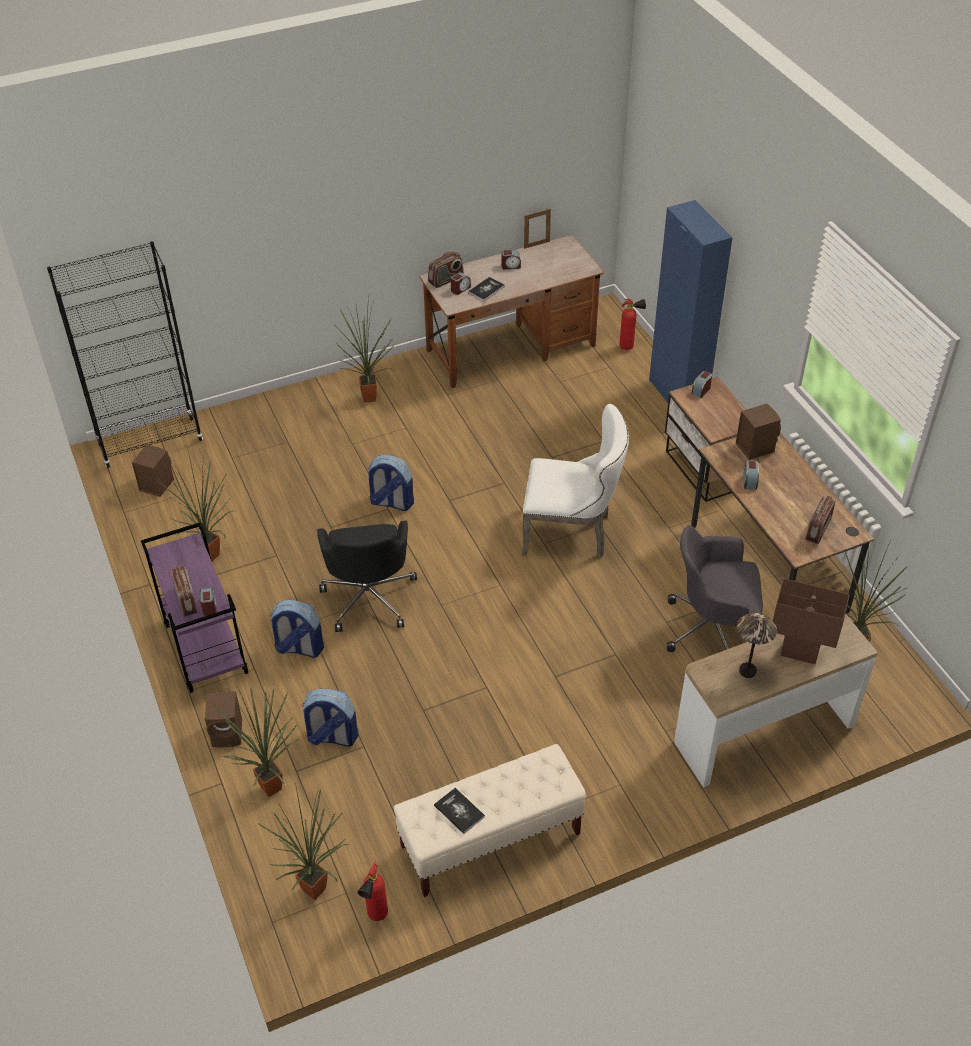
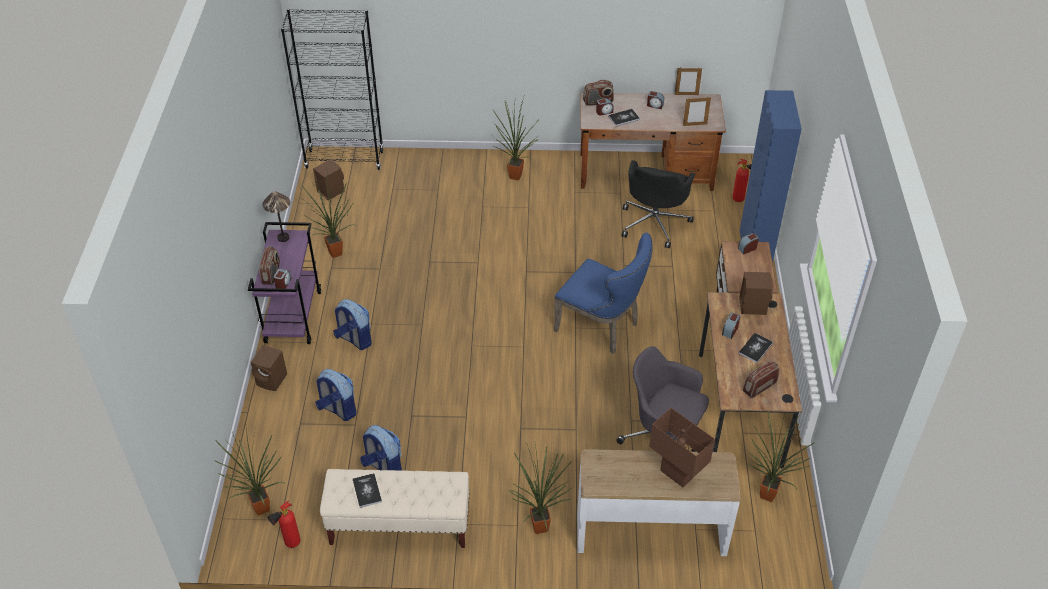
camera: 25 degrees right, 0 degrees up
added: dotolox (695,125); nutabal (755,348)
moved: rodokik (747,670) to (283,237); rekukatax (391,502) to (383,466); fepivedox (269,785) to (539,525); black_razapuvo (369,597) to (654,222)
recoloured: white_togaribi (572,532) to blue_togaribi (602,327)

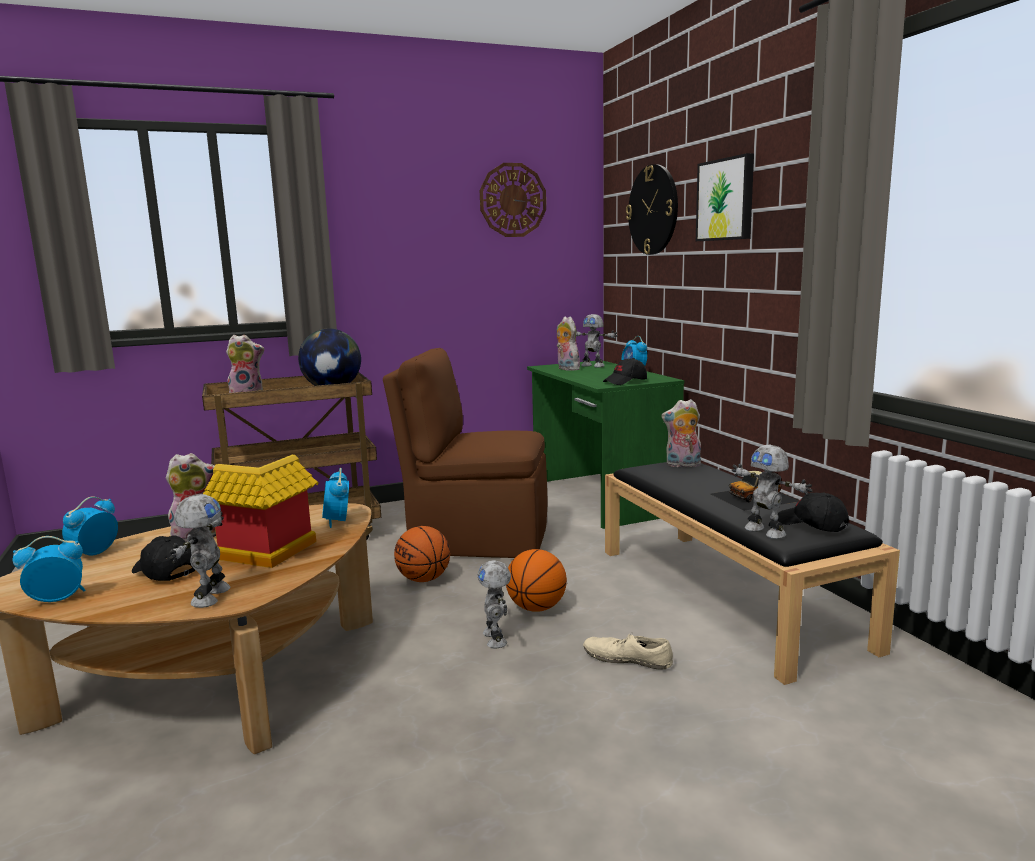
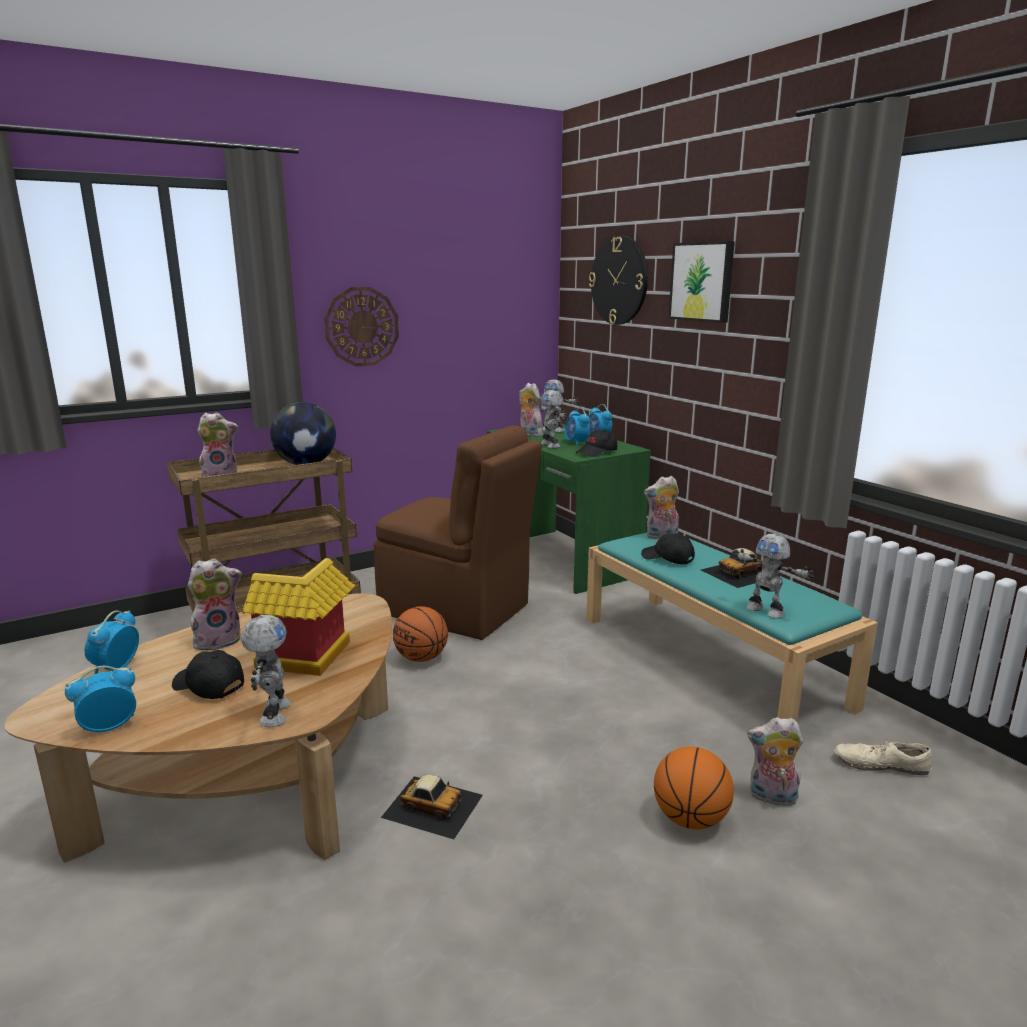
camera: 10 degrees left, 5 degrees up
added: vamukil (432,805); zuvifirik (771,798)
moved: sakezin (512,200) to (362,326); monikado (496,638) to (551,445); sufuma (337,521) to (576,443); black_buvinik (811,525) to (667,559); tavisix (536,608) to (690,819); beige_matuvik (627,659) to (880,764)
recoloured: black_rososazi (727,596) to turquoise_rososazi (711,660)
turned: brown_togaribi (476,539) = (457,610) 150 degrees counterclockwise

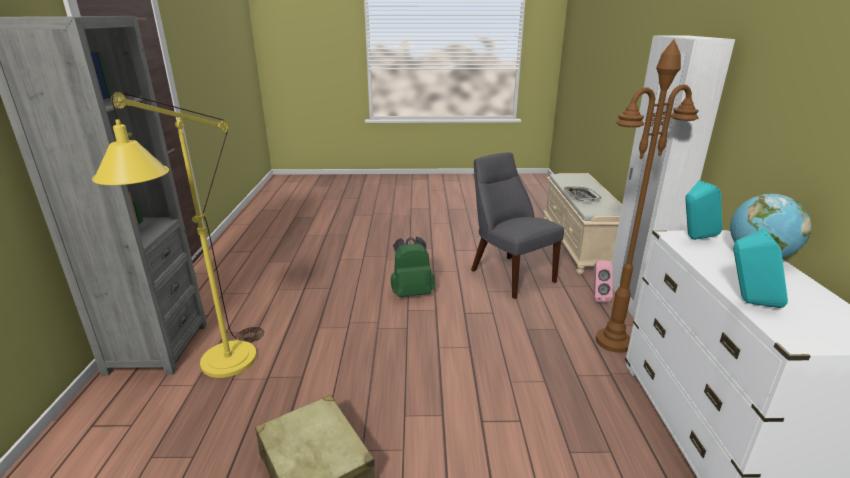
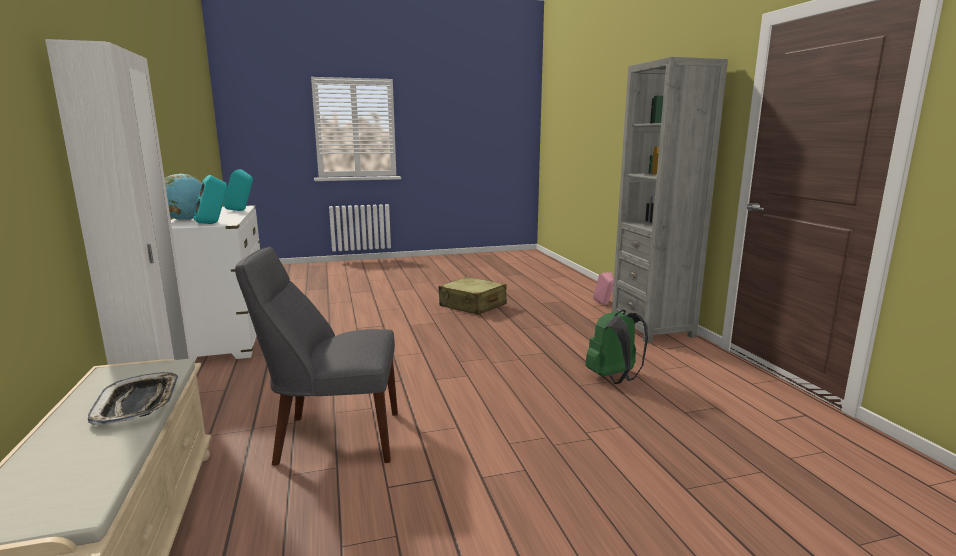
camera: 165 degrees right, 10 degrees down
removed: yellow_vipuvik (220,370); brown_vipuvik (613,342)
moved: green_rekukatax (411,292) to (614,378); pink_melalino (597,297) to (604,305)
turned: grey_togaribi (509,274) = (332,438) 135 degrees clockwise

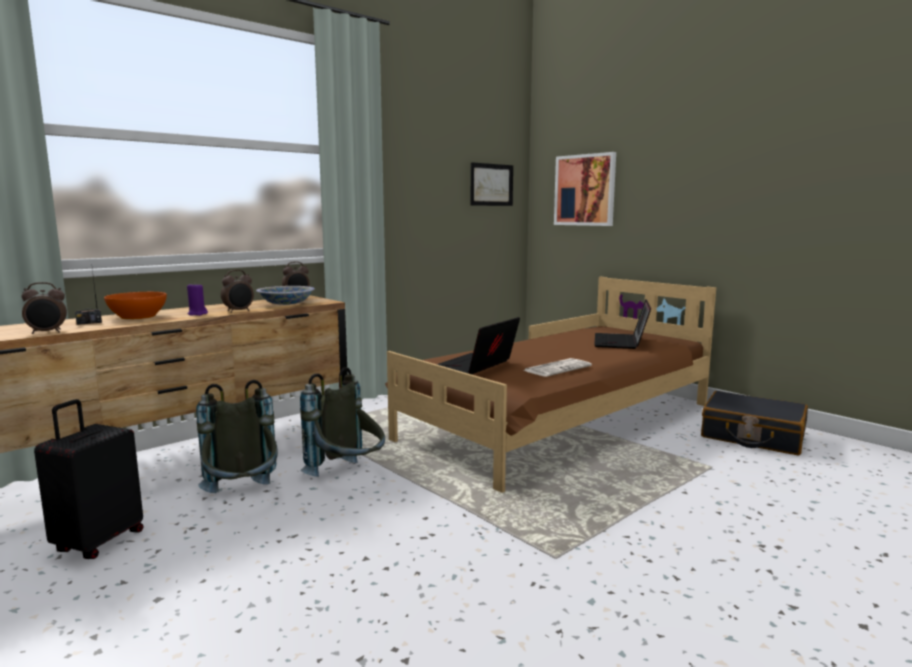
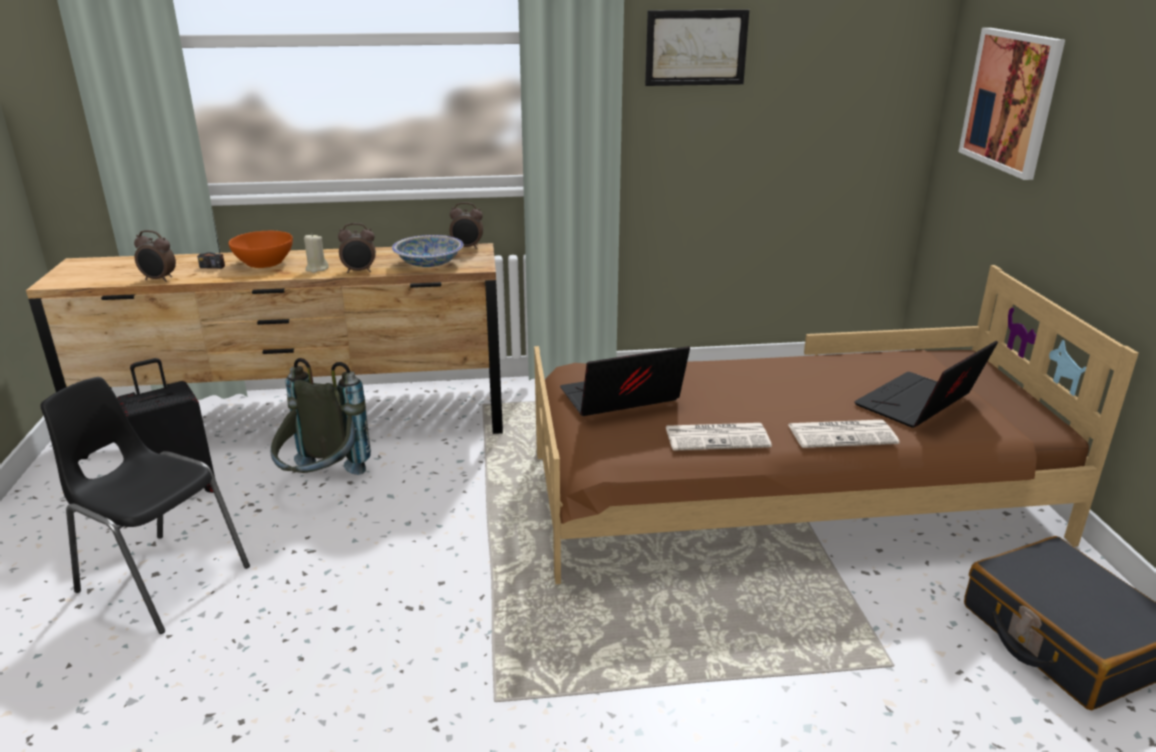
camera: 35 degrees right, 15 degrees up
removed: grey_rekukatax (348,476)
added: black_togaribi (162,579); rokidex (843,434)
moved: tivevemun (491,185) to (696,47)
recoloured: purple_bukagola (197,314) to beige_bukagola (317,269)

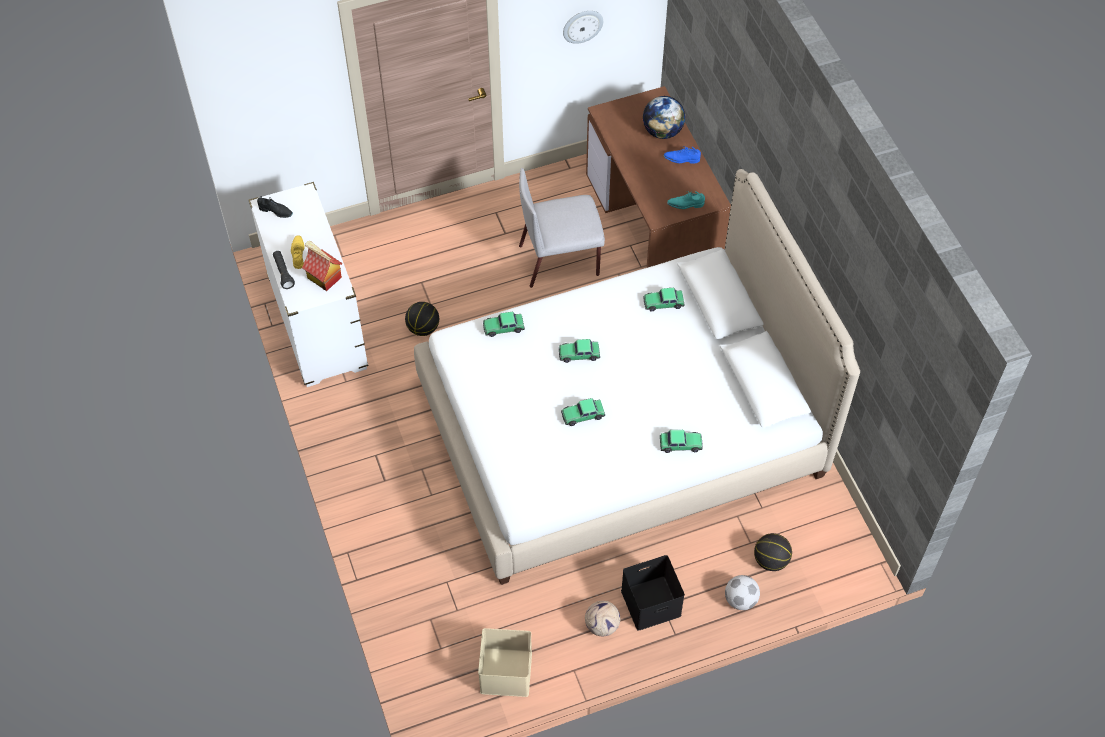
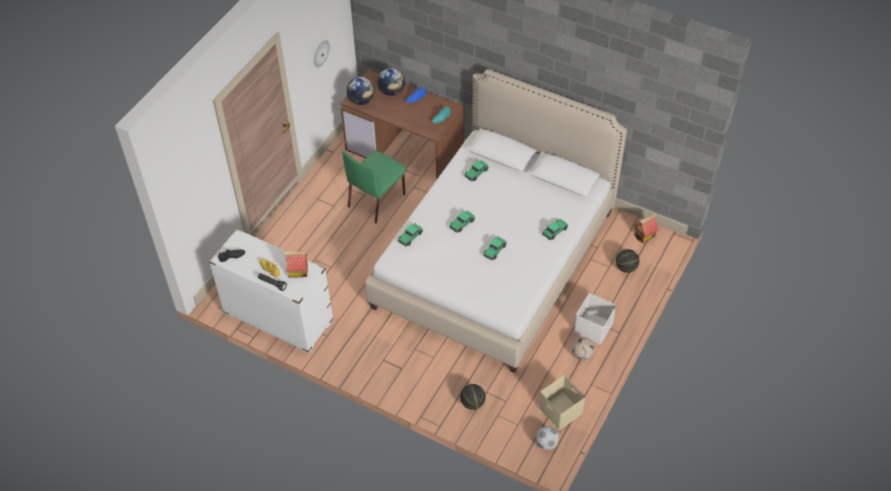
camera: 40 degrees left, 5 degrees down
added: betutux (361,101); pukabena (644,235)
moved: tavisix (423,328) to (472,403); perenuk (740,600) to (546,443)
recoloured: grey_togaribi (560,260) to green_togaribi (377,200); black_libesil (650,604) to white_libesil (593,328)

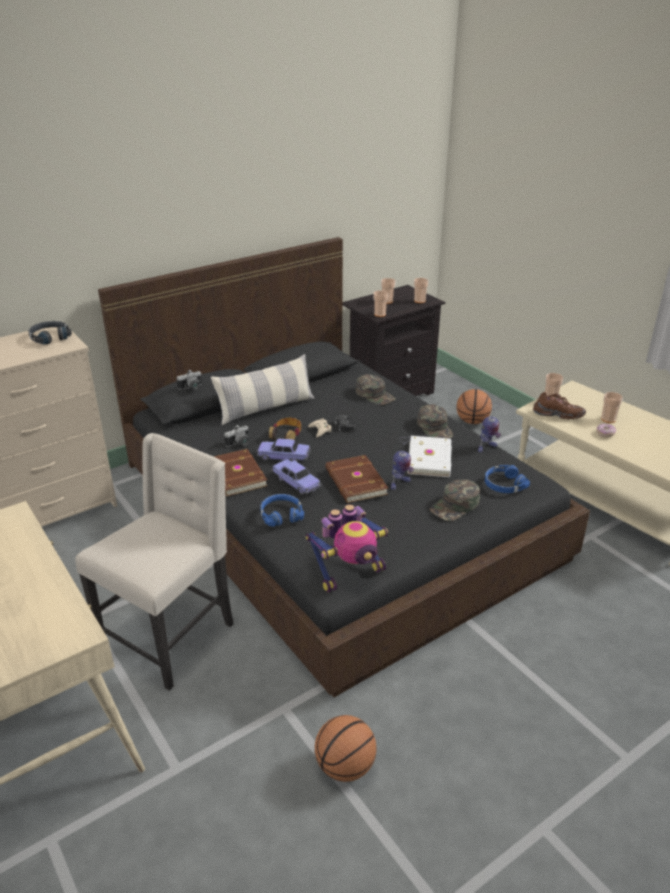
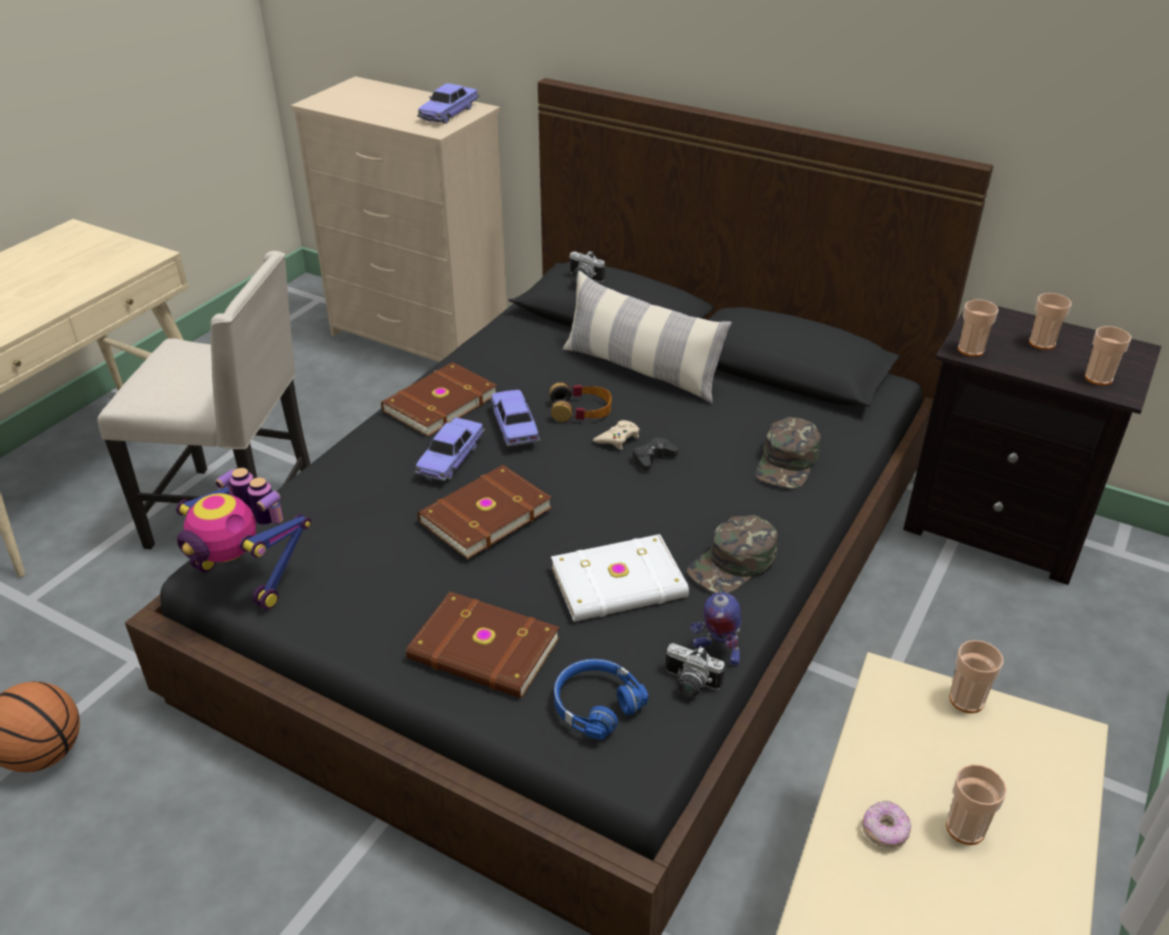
camera: 65 degrees right, 5 degrees up
removed: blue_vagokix (281,514); monikado (399,484); tavisix (472,421); brown_matuvik (557,415)
moved: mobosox (240,444) to (689,685)
replaced: green_buvinik (455,506) to brown_nutabal (483,651); black_vagokix (50,337) to vamukil (449,113)

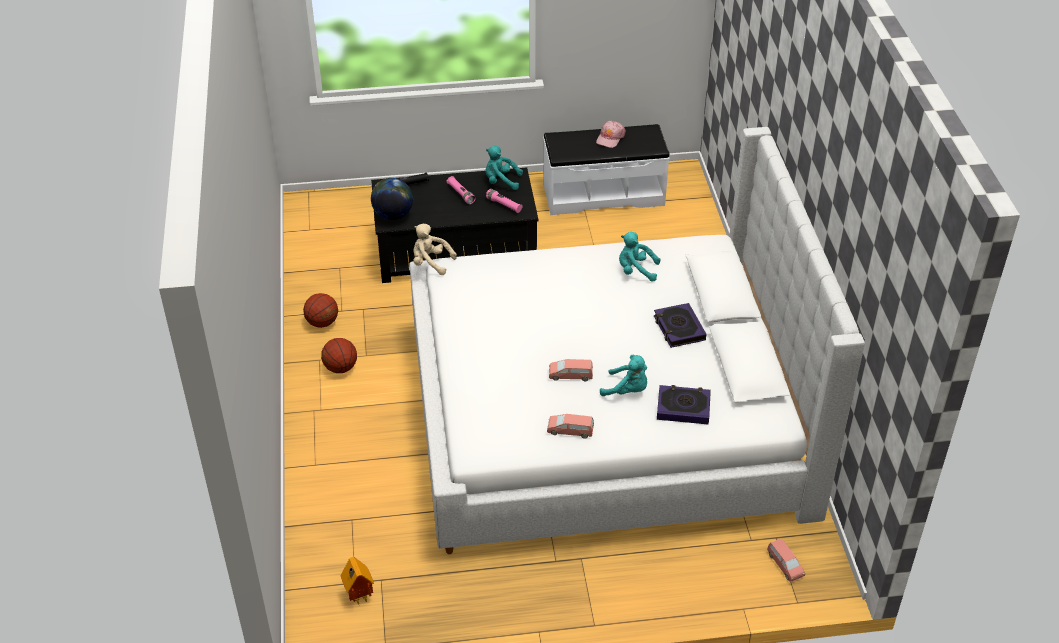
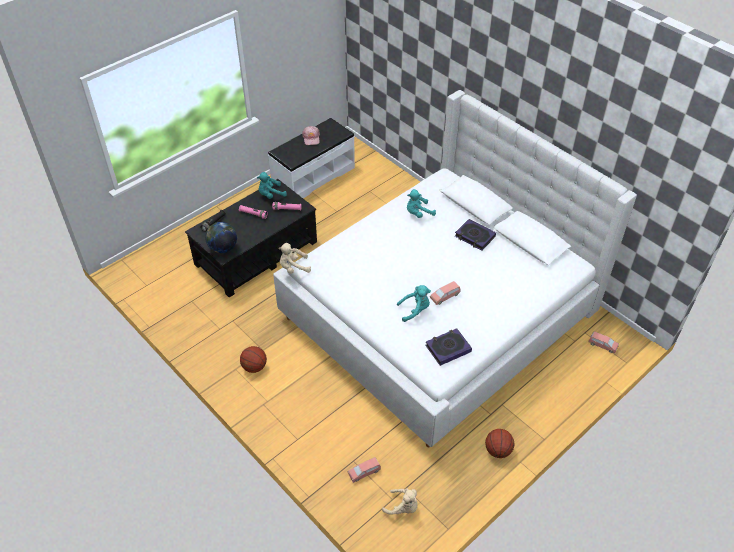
camera: 35 degrees left, 5 degrees up
moved: pink_vamukil (570,430) to (364,472); turquoise_zuvifirik (627,390) to (415,310); nutabal (683,407) to (448,348); tavisix (322,323) to (498,450)
replaced: pukabena (358,597) to beige_zuvifirik (403,507)

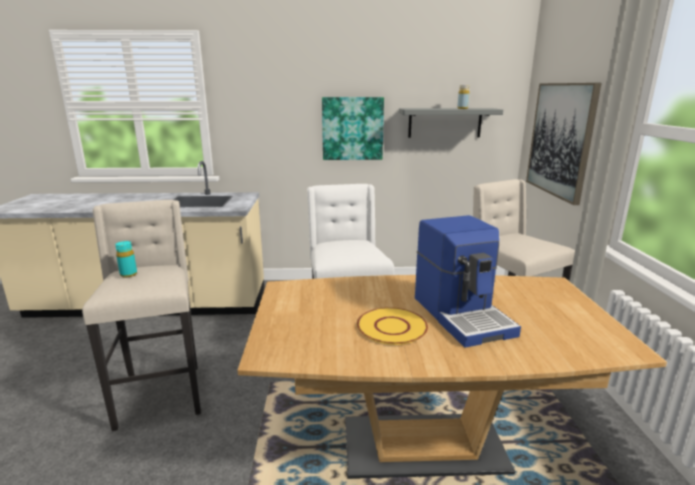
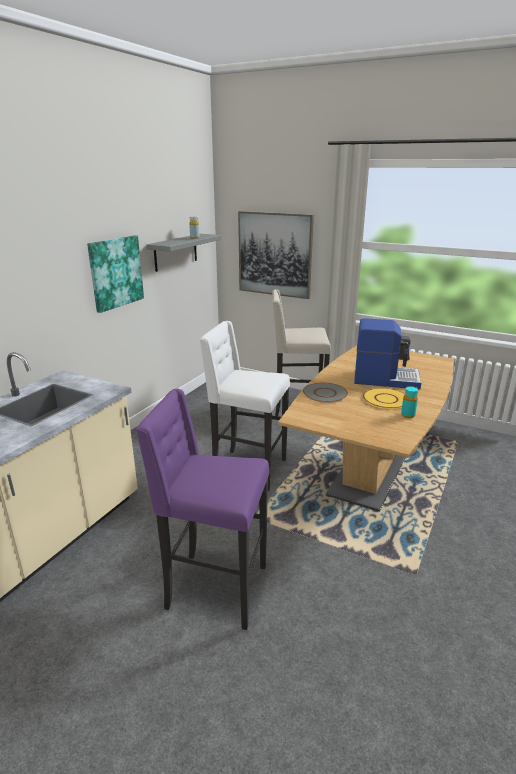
camera: 60 degrees left, 5 degrees up
added: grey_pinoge (325,393)
moved: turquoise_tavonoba (128,274) to (408,415)
recoloured: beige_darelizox (161,394) to purple_darelizox (214,588)

